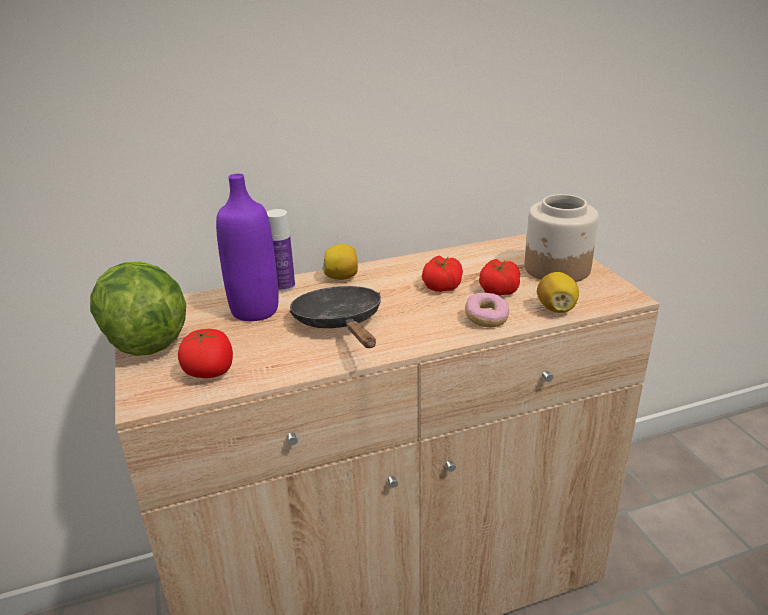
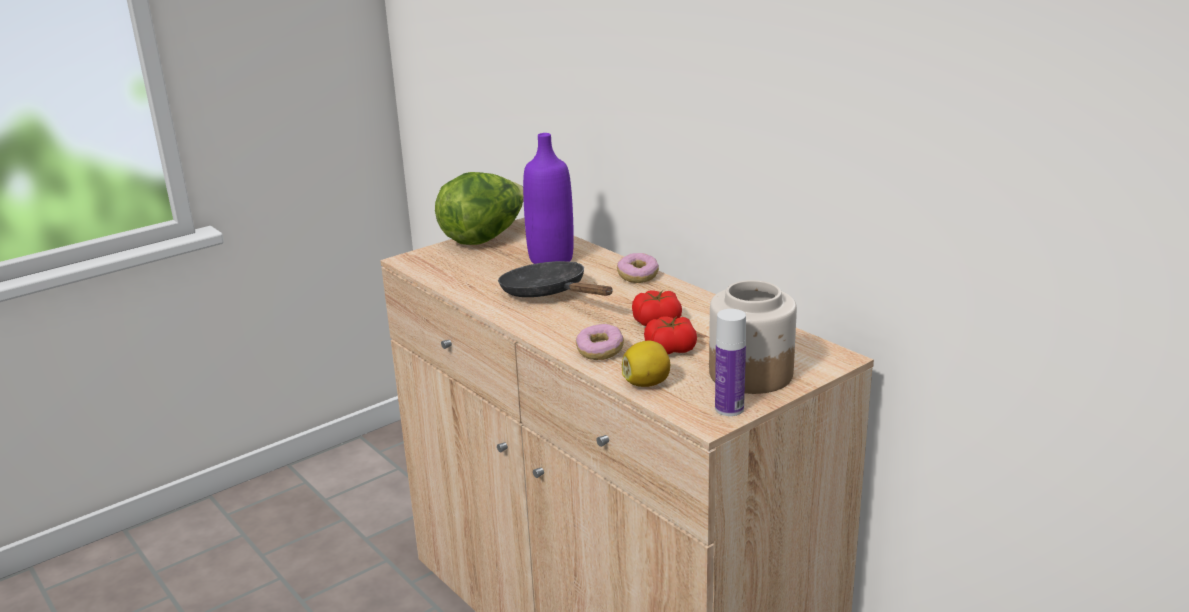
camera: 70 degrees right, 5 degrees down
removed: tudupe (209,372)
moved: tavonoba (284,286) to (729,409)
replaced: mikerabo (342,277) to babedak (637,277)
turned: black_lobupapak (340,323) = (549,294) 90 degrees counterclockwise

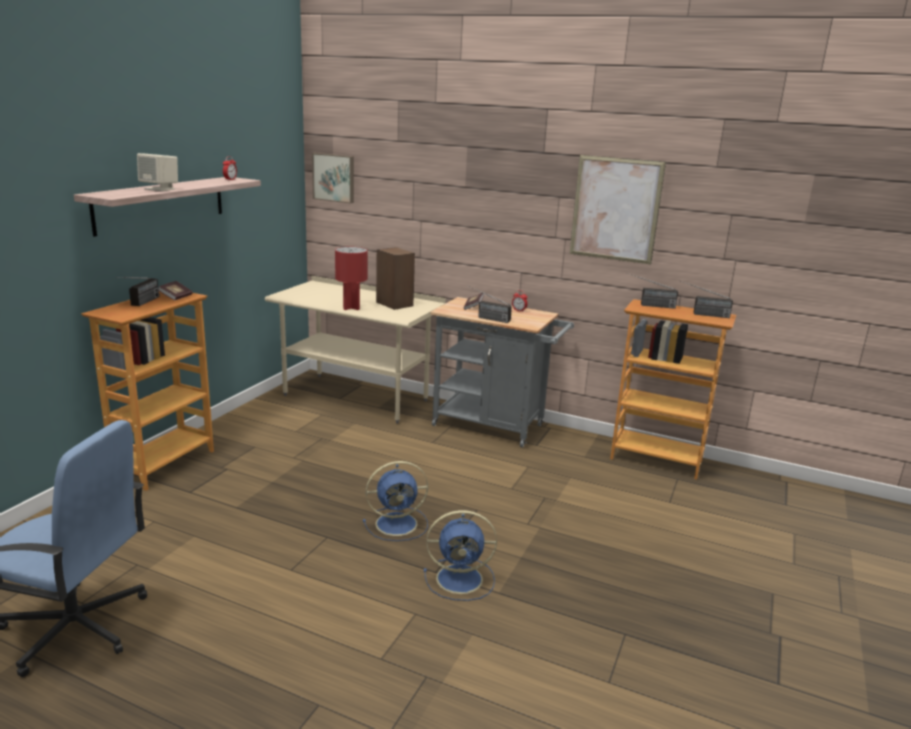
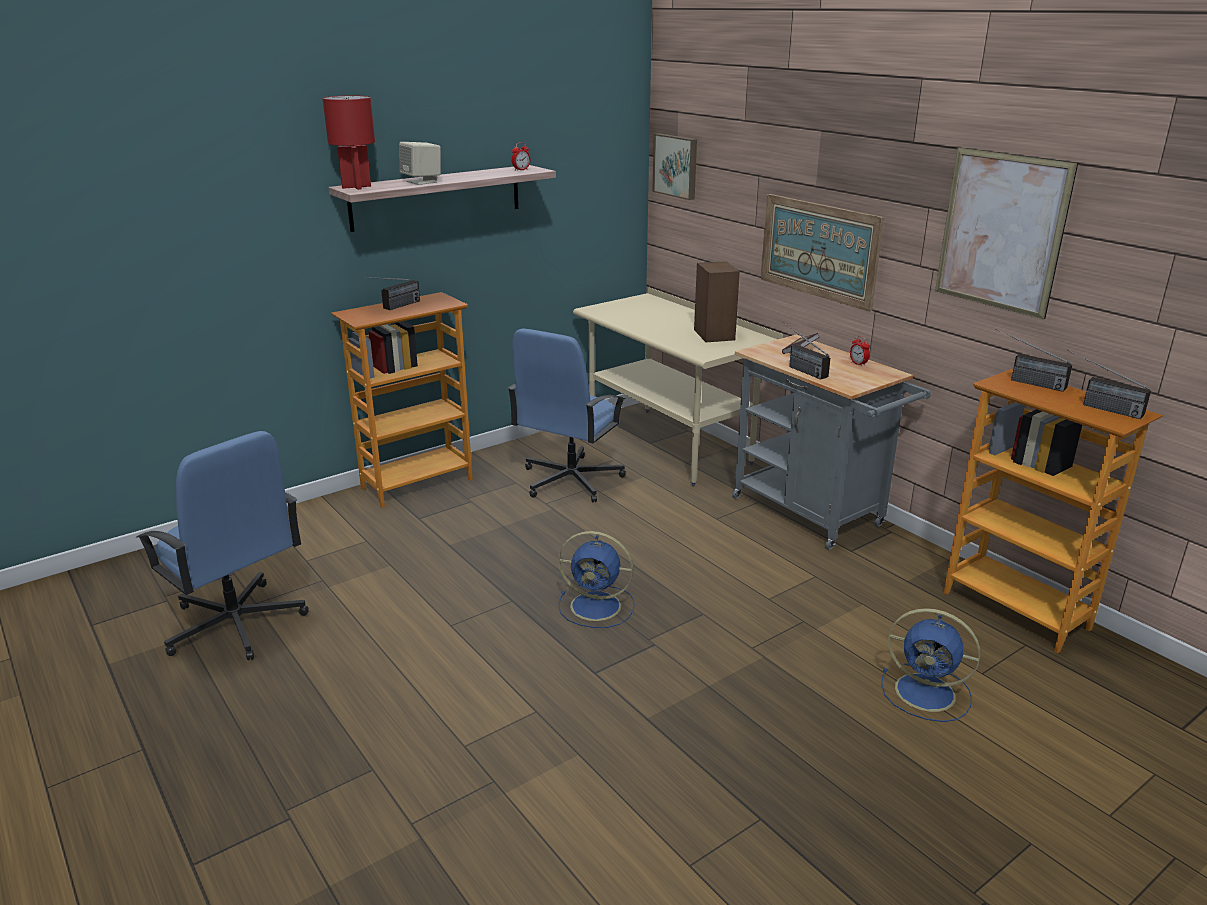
camera: 30 degrees right, 5 degrees up
removed: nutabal (176,297)
added: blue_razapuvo (570,480); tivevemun (819,250)
moved: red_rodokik (351,308) to (356,187); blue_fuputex (461,579) to (928,693)

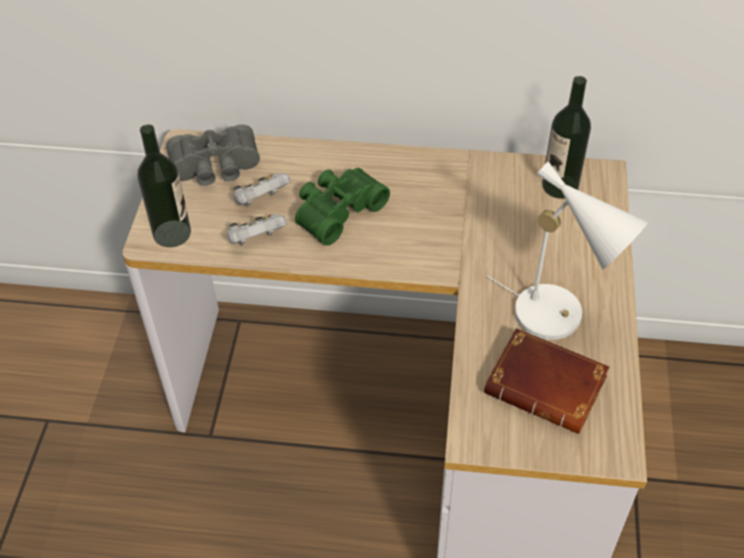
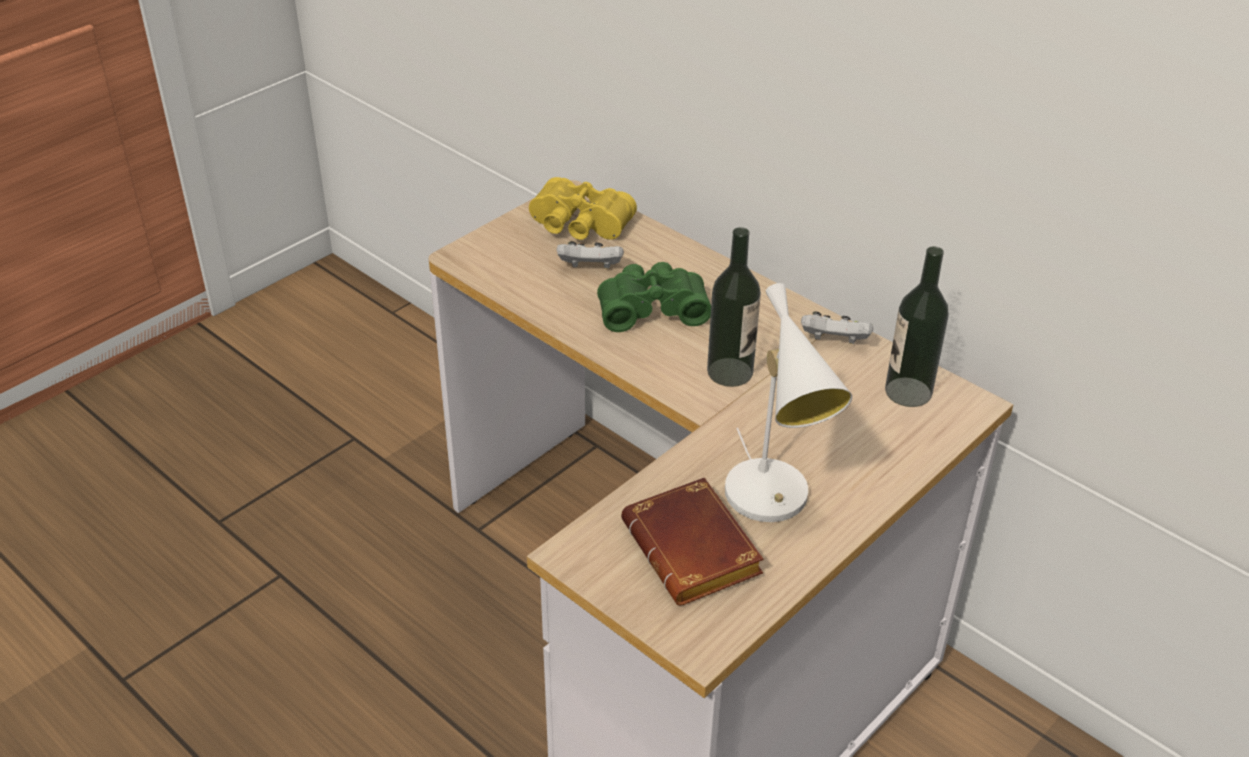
camera: 35 degrees right, 10 degrees down
moved: tavonoba (172,233) to (730,372); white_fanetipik (256,240) to (834,342)
recoloured: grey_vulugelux (216,168) to yellow_vulugelux (578,226)

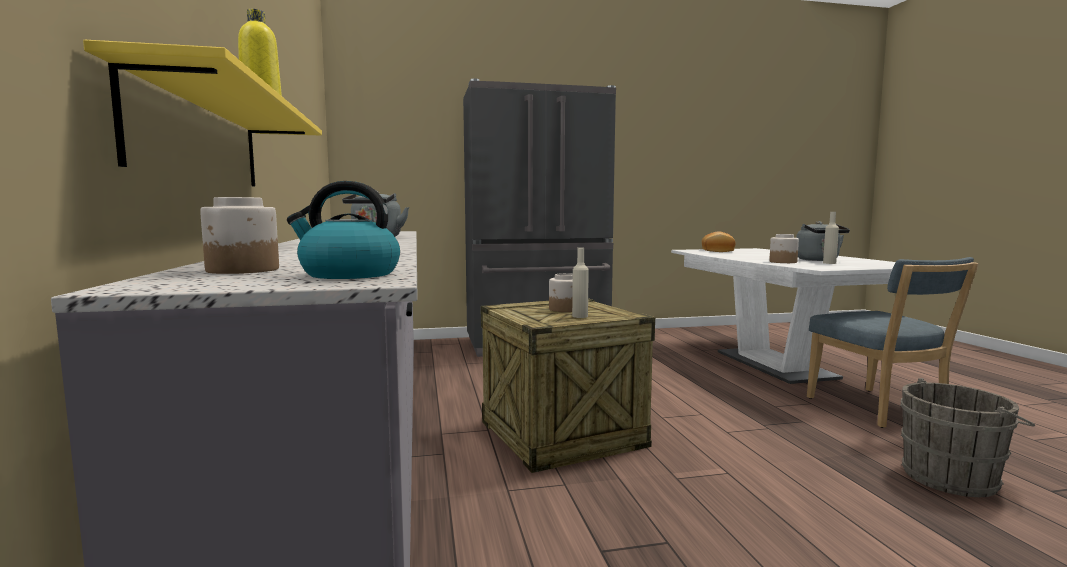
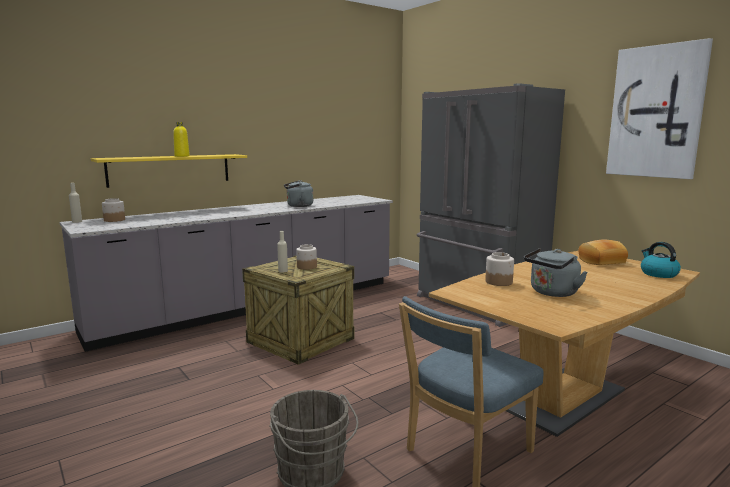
camera: 65 degrees right, 5 degrees up
added: tivevemun (656,112)
moved: beige_tavonoba (829,263) to (77,221); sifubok (348,274) to (658,274)
recoloured: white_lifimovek (774,365) to brown_lifimovek (562,399)

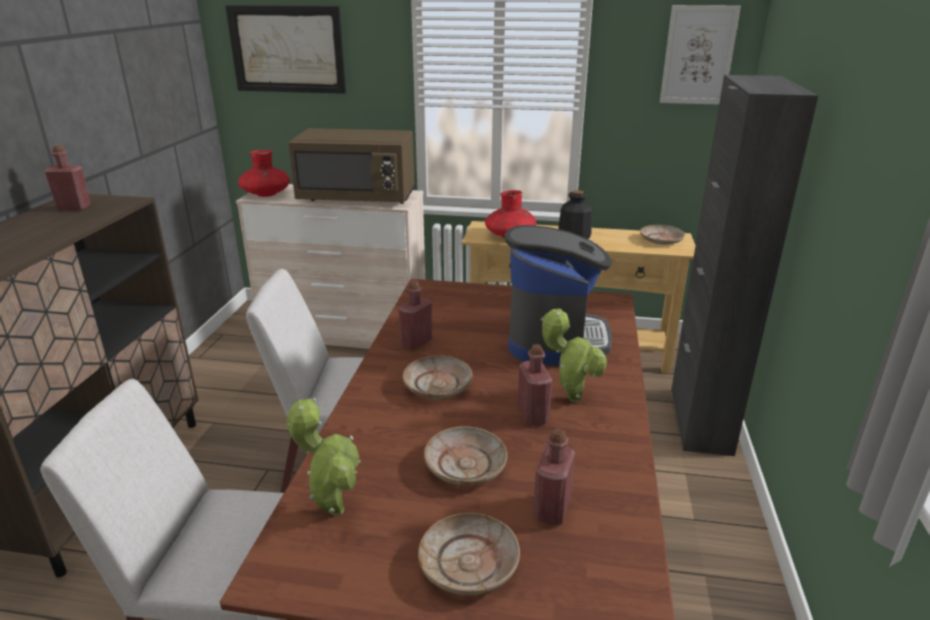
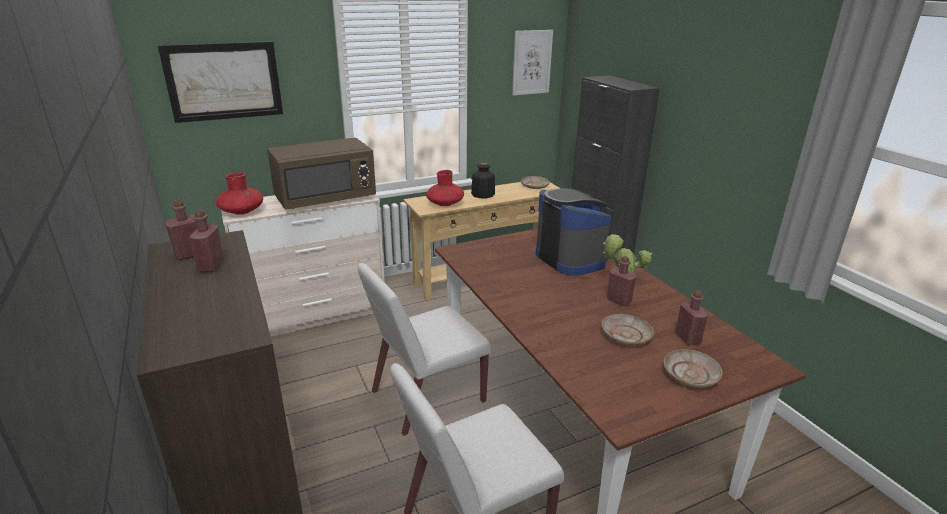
camera: 35 degrees left, 0 degrees up
removed: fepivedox (332,507); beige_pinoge (438,385)
moved: red_tavonoba (416,343) to (211,266)

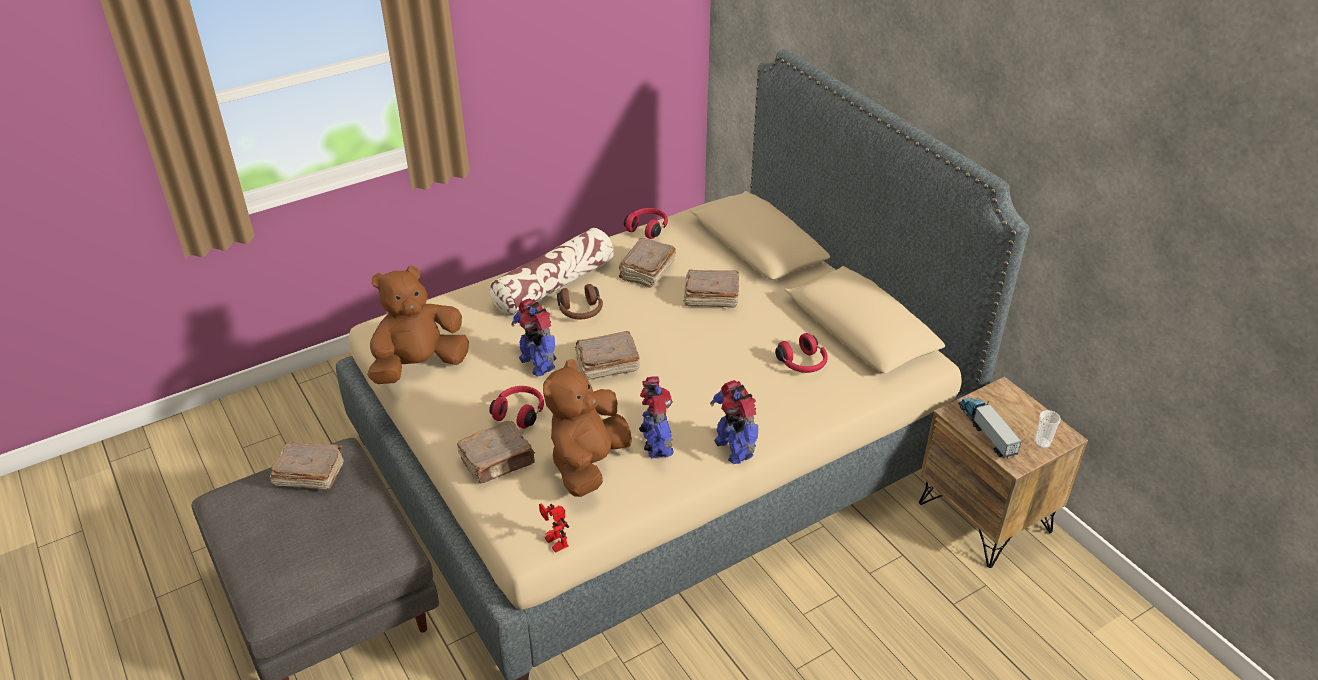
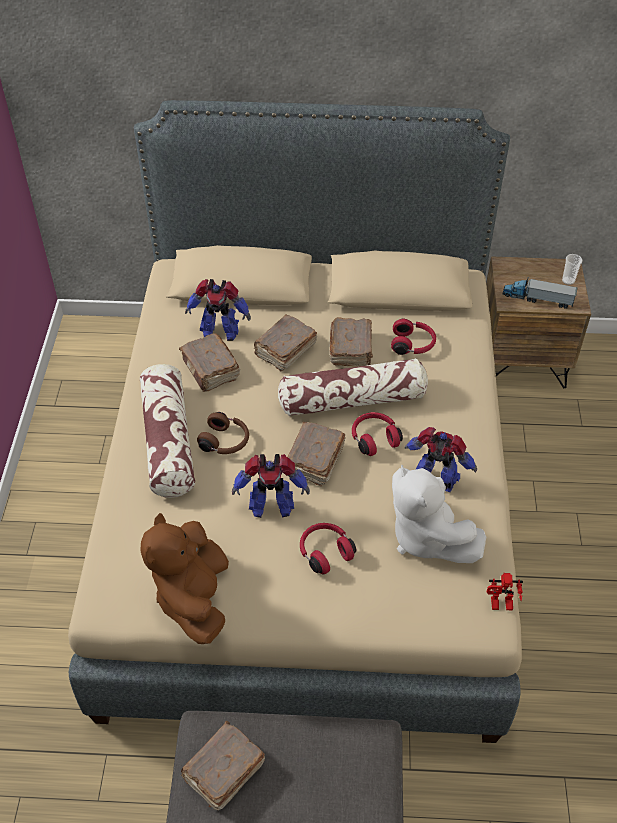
camera: 55 degrees left, 10 degrees up
added: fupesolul (352,400)
moved: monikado (734,448) to (219,331); brown_nutabal (498,461) to (351,349); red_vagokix (648,228) to (374,438)
recoloured: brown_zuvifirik (588,464) to white_zuvifirik (426,536)

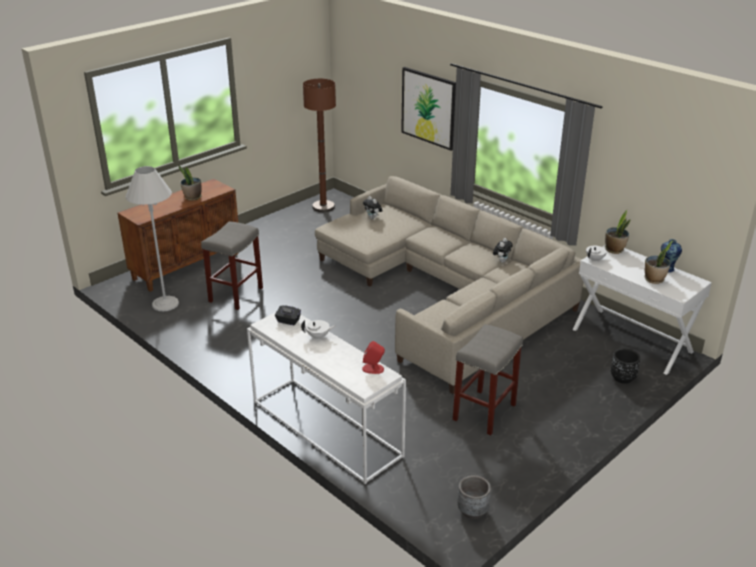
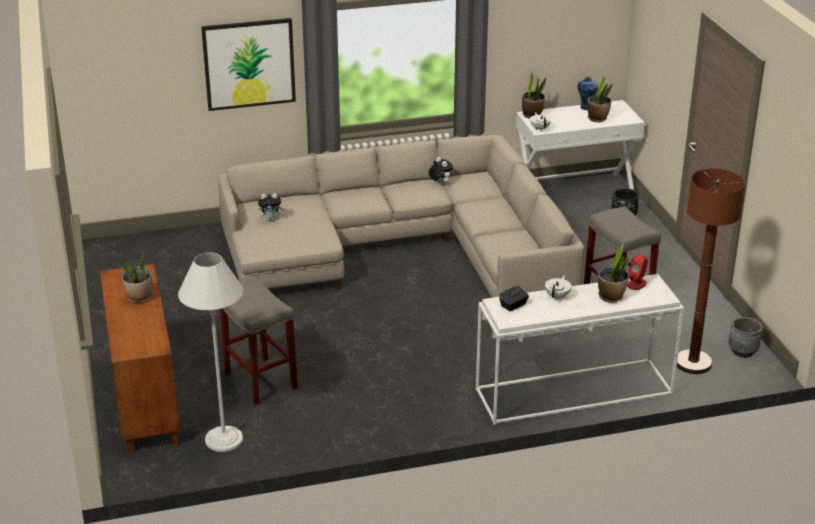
camera: 60 degrees left, 0 degrees up
added: fepivedox (611,297)
moved: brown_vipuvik (323,207) to (693,363)

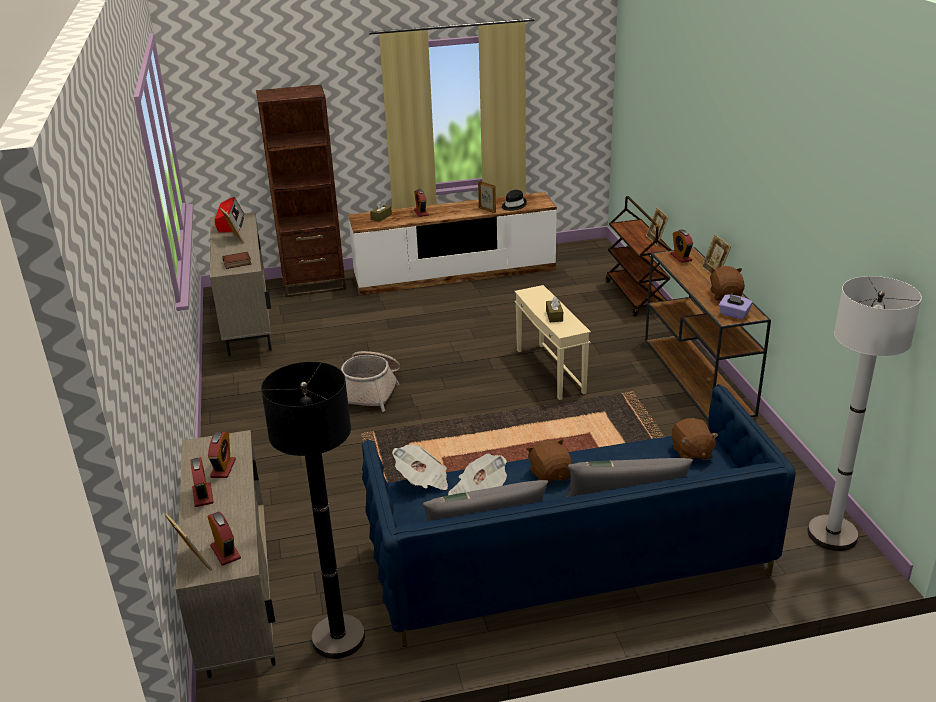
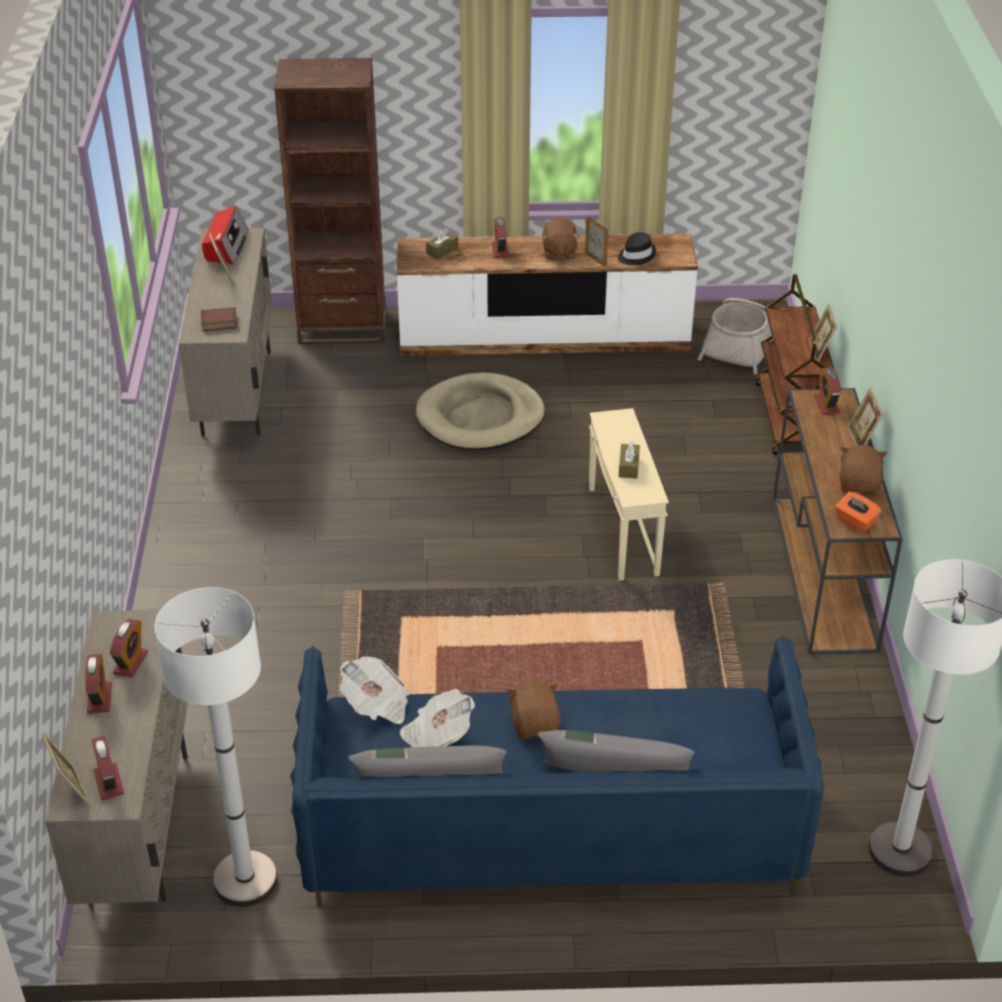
camera: 10 degrees right, 10 degrees up
added: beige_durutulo (480,417)
moved: brown_zuvifirik (691,453) to (559,252); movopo (370,390) to (740,345)
recoloured: black_vipuvik (338,638) to white_vipuvik (245,880); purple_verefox (734,314) to orange_verefox (855,521)

